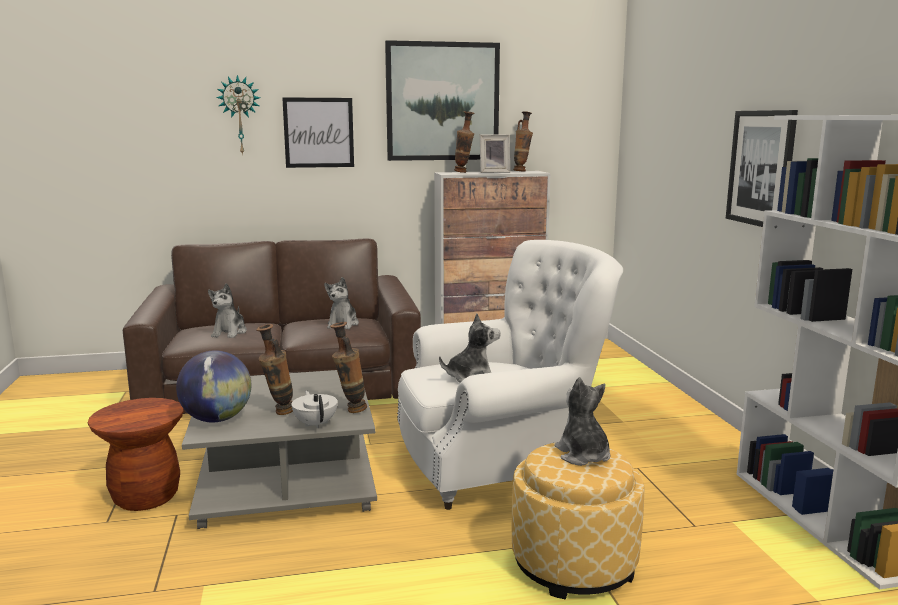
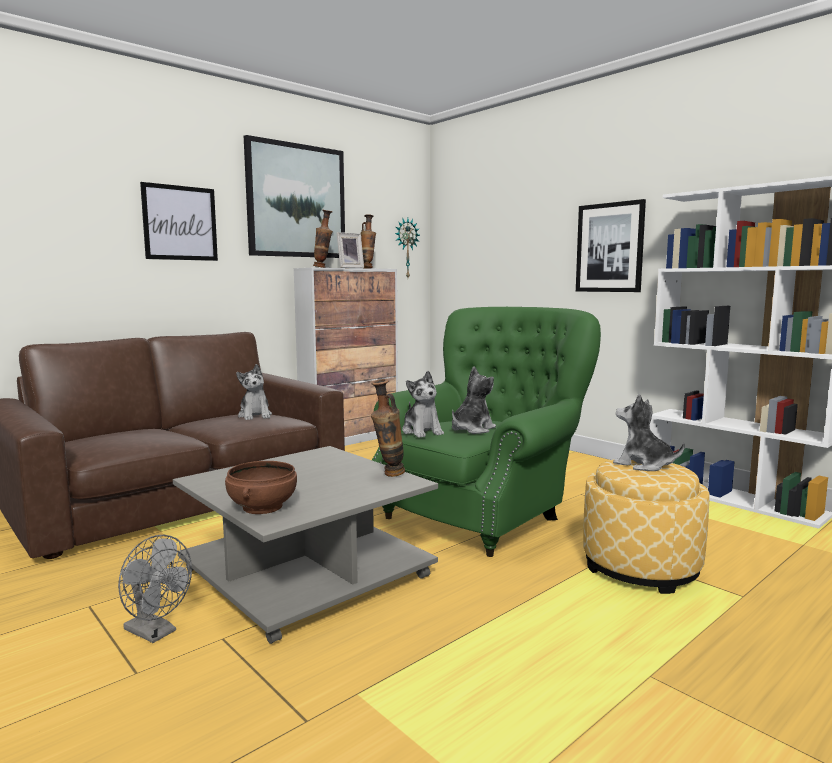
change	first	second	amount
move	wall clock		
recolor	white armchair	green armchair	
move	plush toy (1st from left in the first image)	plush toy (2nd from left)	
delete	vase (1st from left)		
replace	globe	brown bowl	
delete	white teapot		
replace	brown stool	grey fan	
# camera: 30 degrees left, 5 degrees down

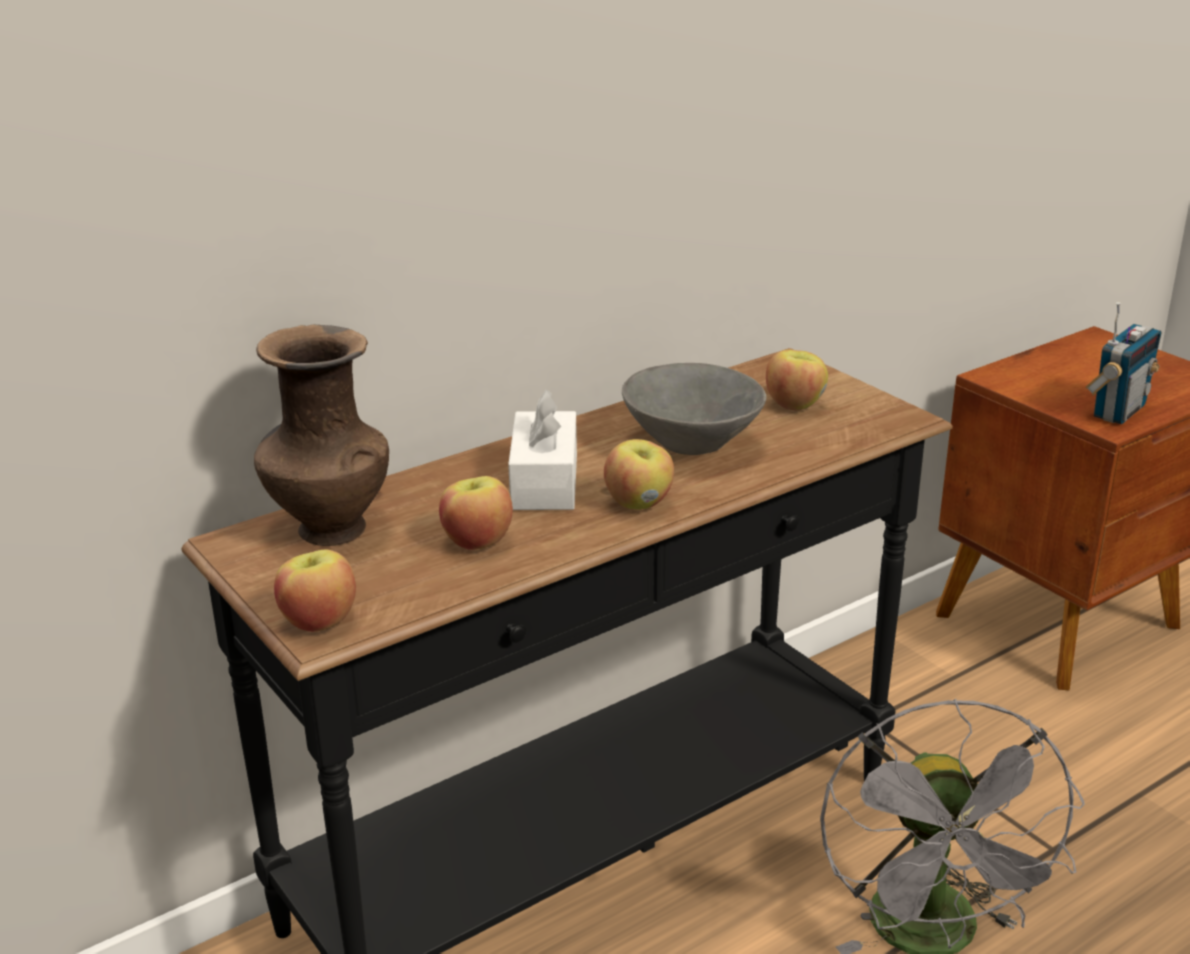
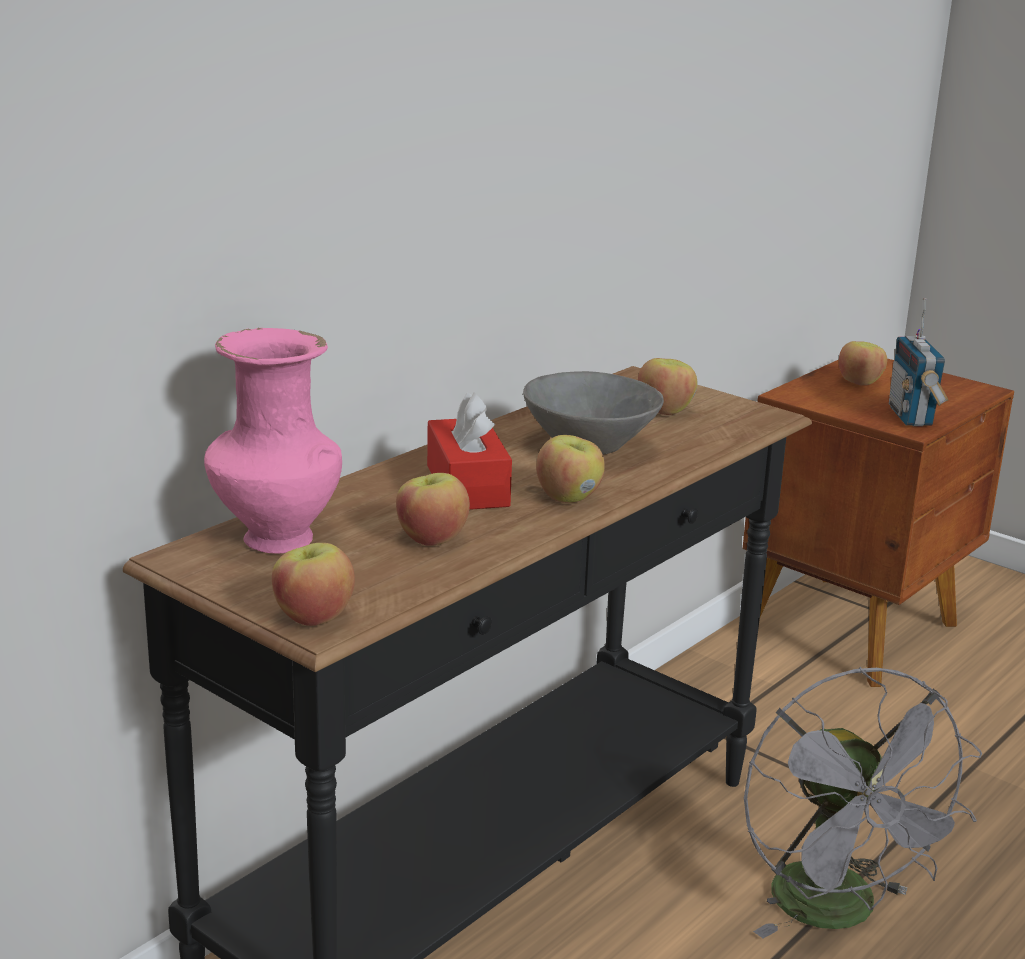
change	first	second	amount
rotate	radio		150 degrees clockwise
recolor	brown vase	pink vase	
recolor	white tissue box	red tissue box	
insert		apple (5th from left)	
# camera: 15 degrees left, 5 degrees down

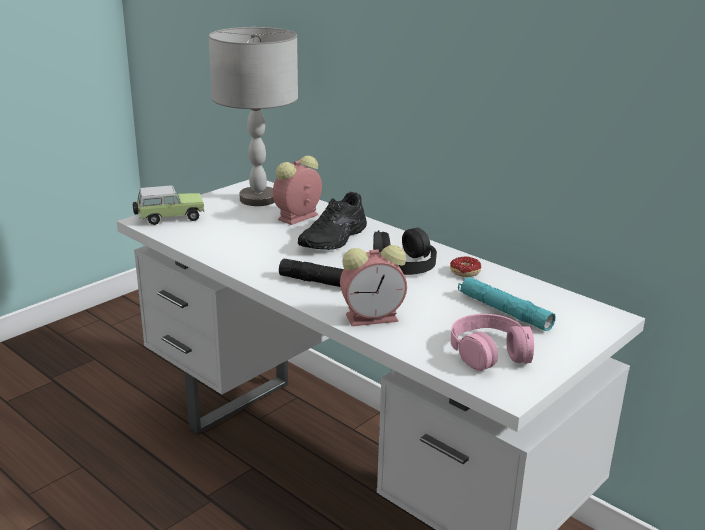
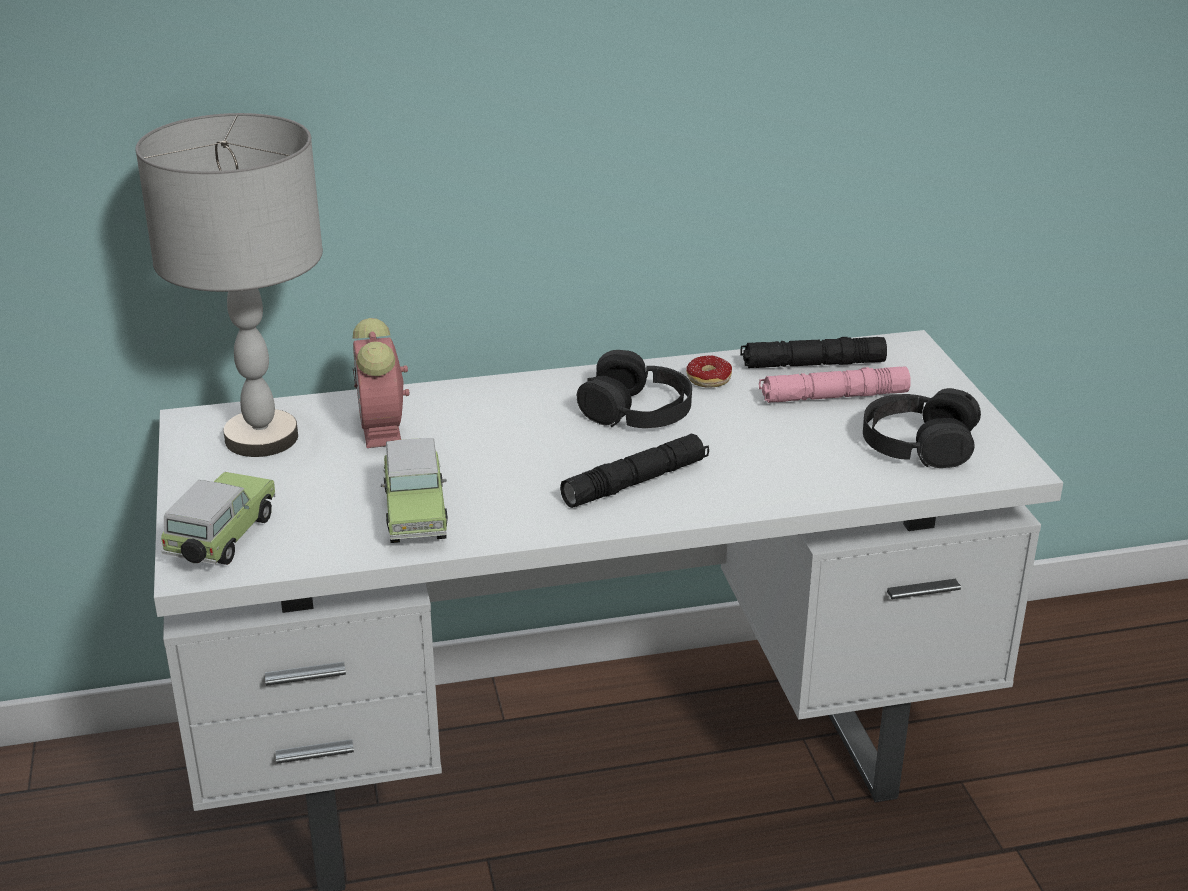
change	first	second	amount
delete	black shoe		
delete	alarm clock (2nd from left)		
recolor	turquoise flashlight	pink flashlight	
recolor	pink headphones	black headphones (2nd from left)	
insert		black flashlight (2nd from left)	
insert		toy car (2nd from left)	
# camera: 55 degrees left, 5 degrees up

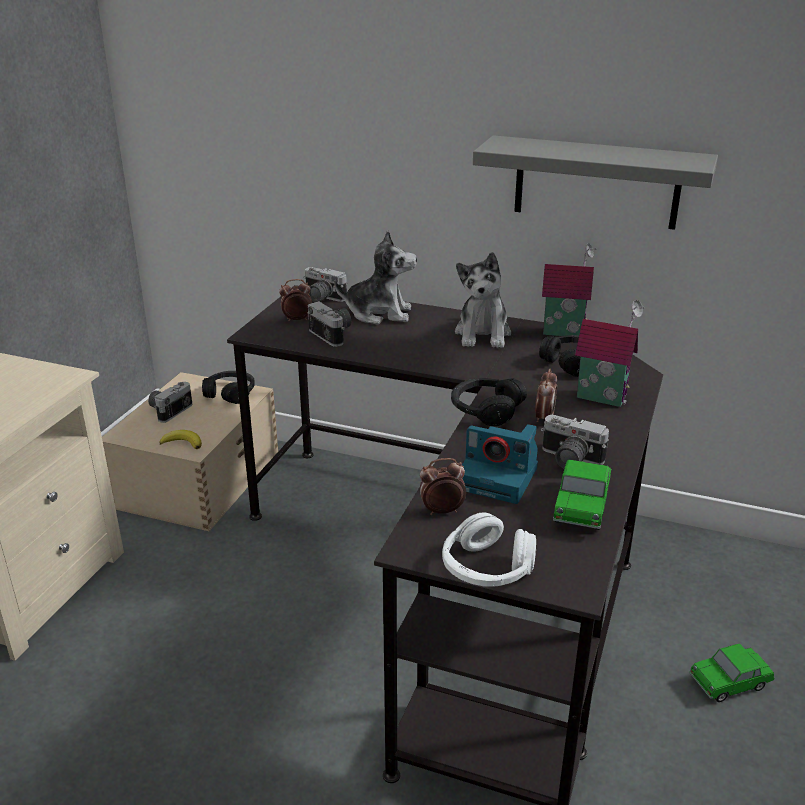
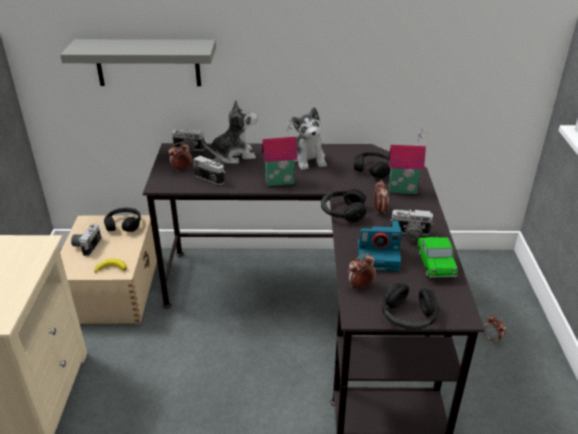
change	first	second	amount
move	grey shelf		
move	toy house (1st from left)		
recolor	white headphones	black headphones (4th from left)	
replace	toy car (2nd from left)	alarm clock (4th from left)	
# camera: 20 degrees left, 5 degrees up

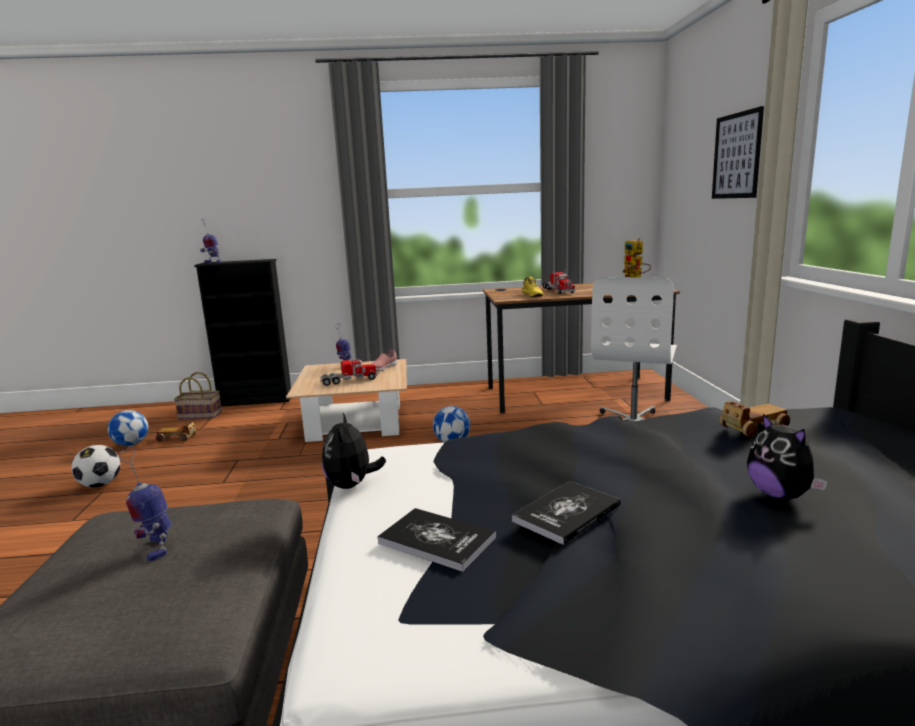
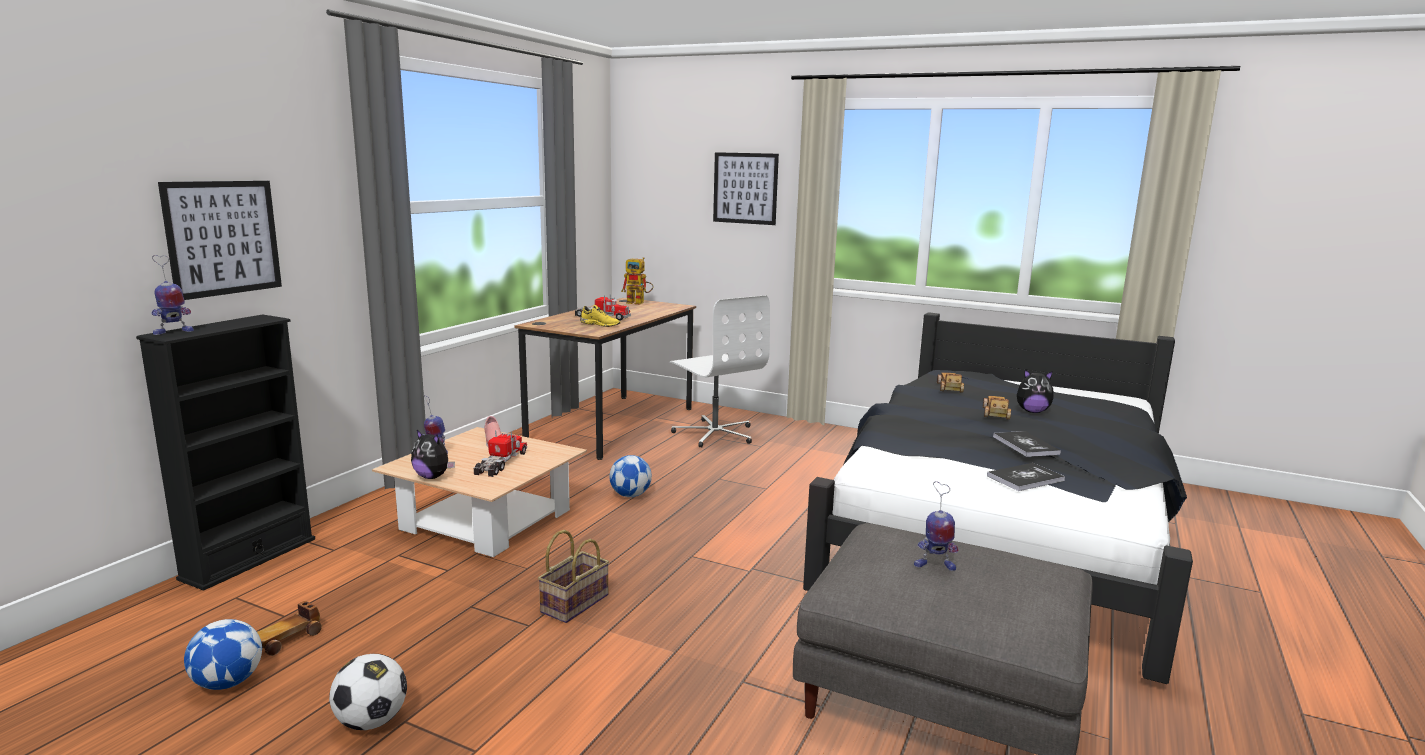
change	first	second	amount
move	basket		
move	plush toy (1st from left)		
insert		picture (1st from left)	
insert		toy car (3rd from left)	
# camera: 60 degrees left, 0 degrees up

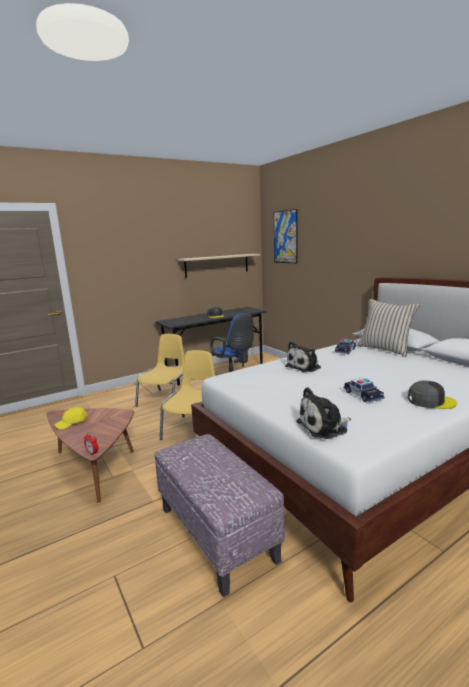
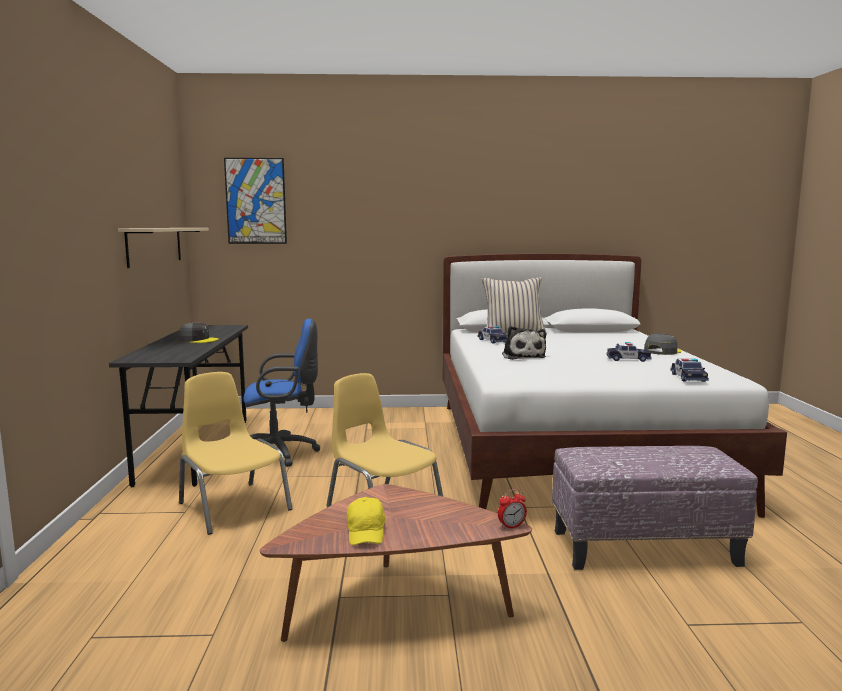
change	first	second	amount
replace	plush toy (2nd from left)	toy car (3rd from left)	
# camera: 60 degrees left, 5 degrees down

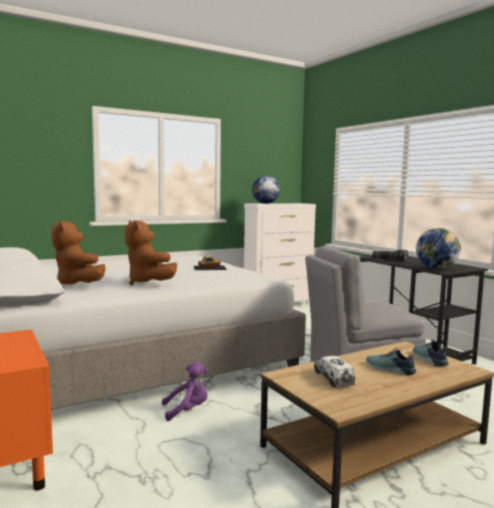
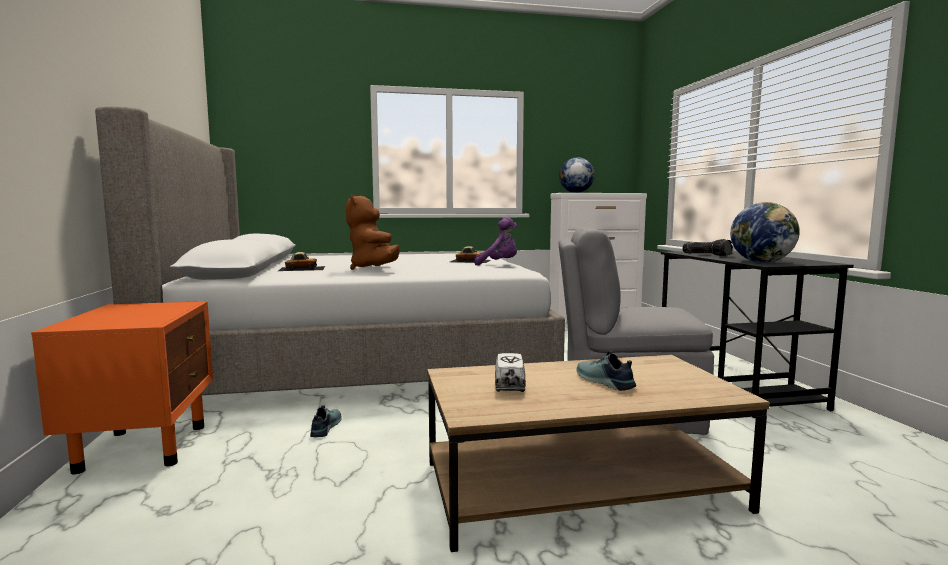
change	first	second	amount
replace	brown plush toy (1st from left)	toy car (1st from left)	
move	shoe (2nd from left in the first image)	shoe (1st from left)	
move	purple plush toy		
# camera: 20 degrees right, 0 degrees up

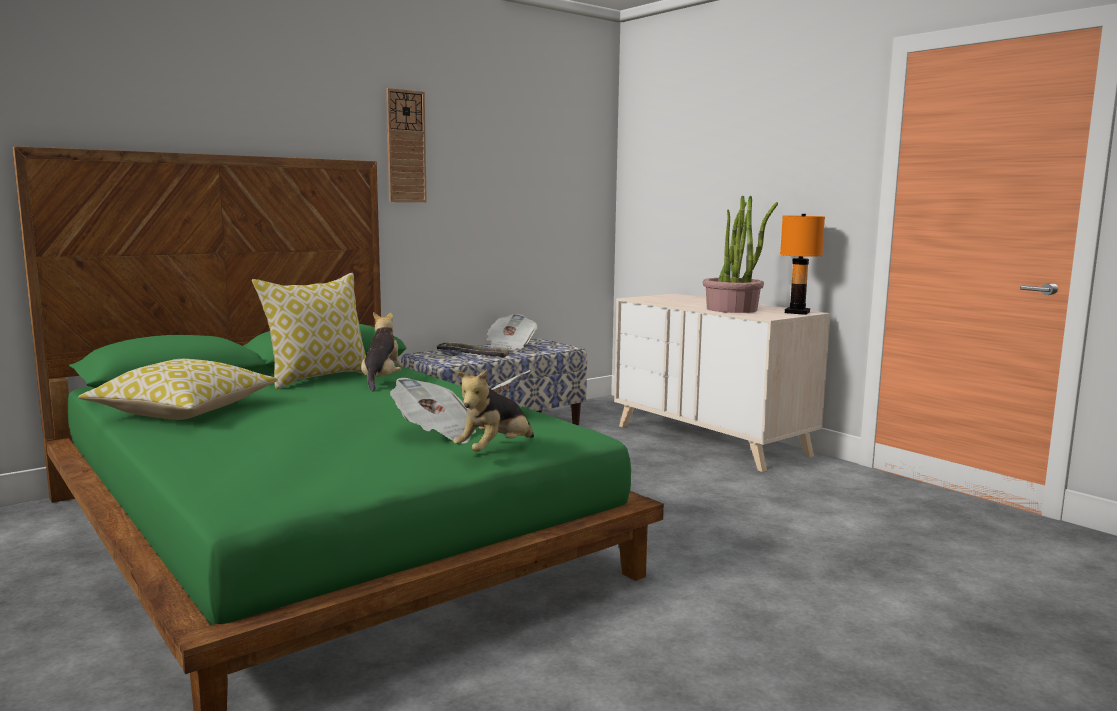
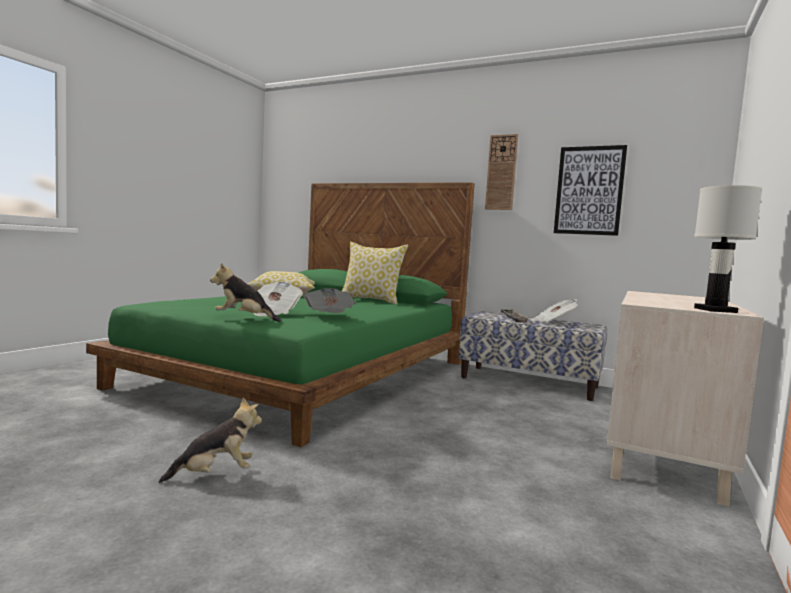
change	first	second	amount
delete	potted plant		
recolor	orange table lamp	white table lamp	
move	plush toy (1st from left)		
insert		picture	
# camera: 65 degrees right, 5 degrees down

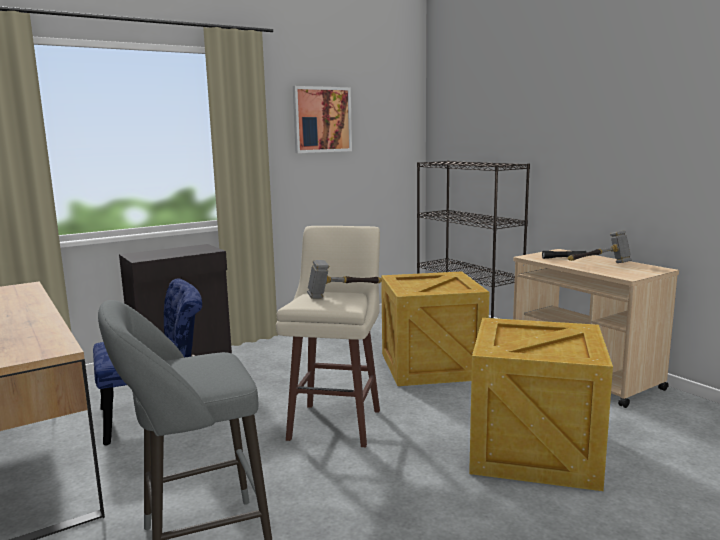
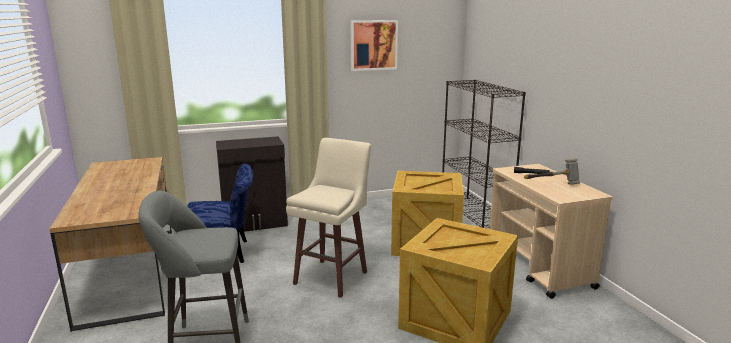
change	first	second	amount
delete	hammer (1st from left)		
# camera: 15 degrees right, 5 degrees up

